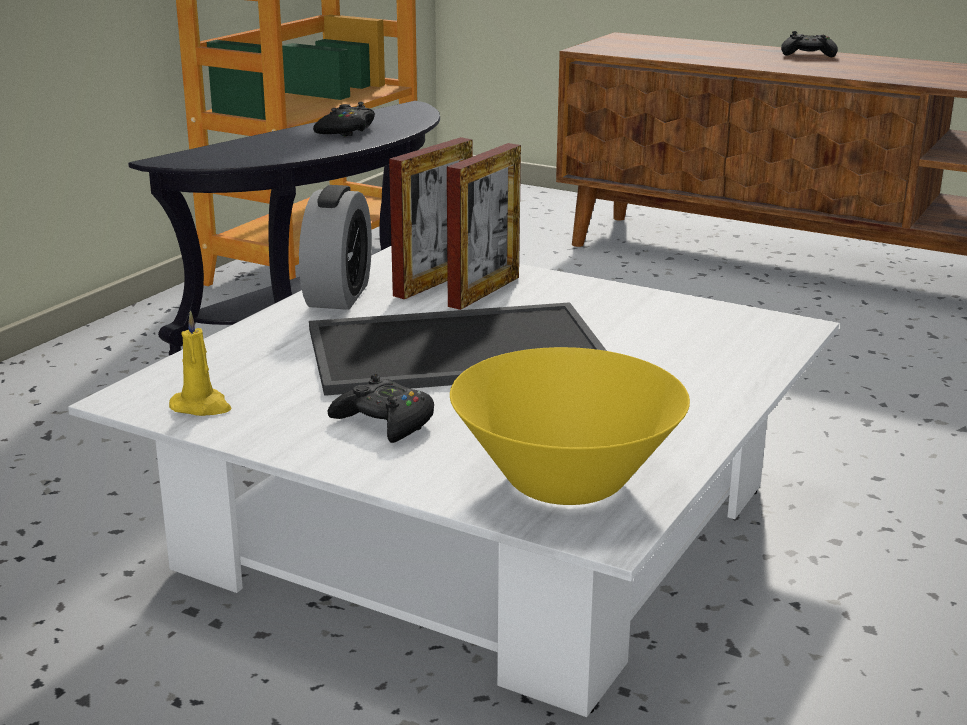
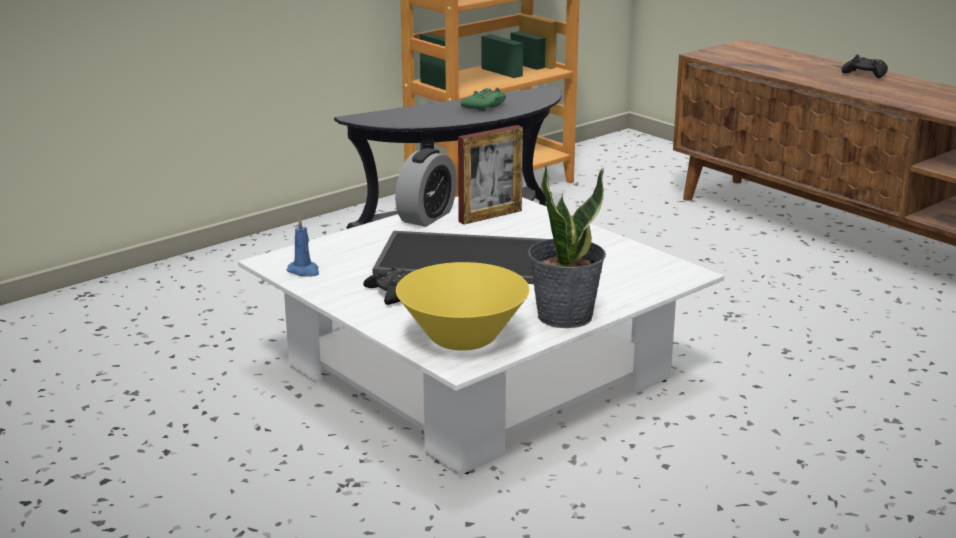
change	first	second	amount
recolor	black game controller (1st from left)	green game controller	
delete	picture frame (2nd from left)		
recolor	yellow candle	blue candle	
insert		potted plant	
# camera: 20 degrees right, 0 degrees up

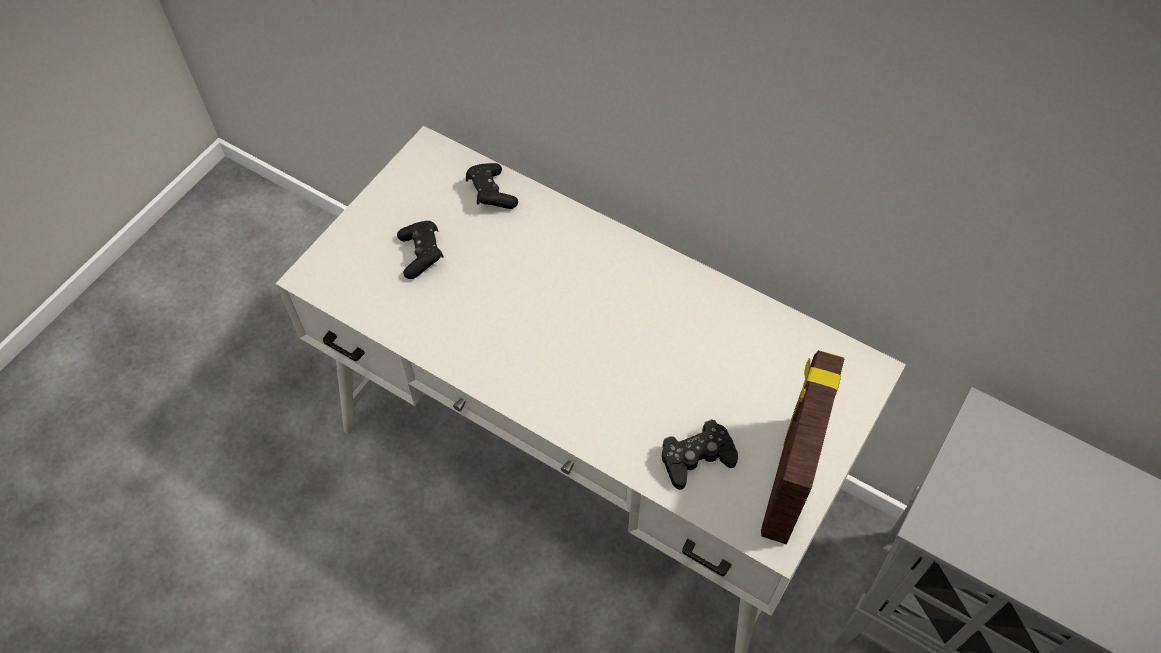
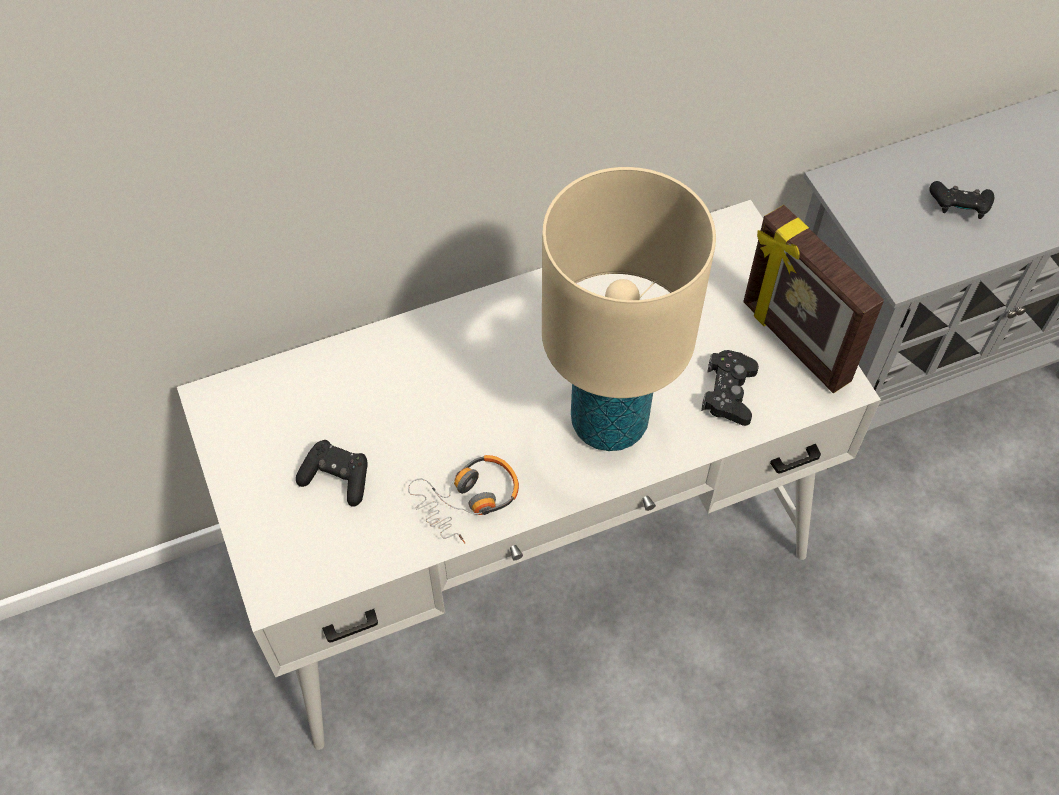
change	first	second	amount
move	black game controller (2nd from left in the first image)	black game controller (3rd from left)	
insert		beige table lamp	
insert		headphones	
# camera: 55 degrees left, 0 degrees up

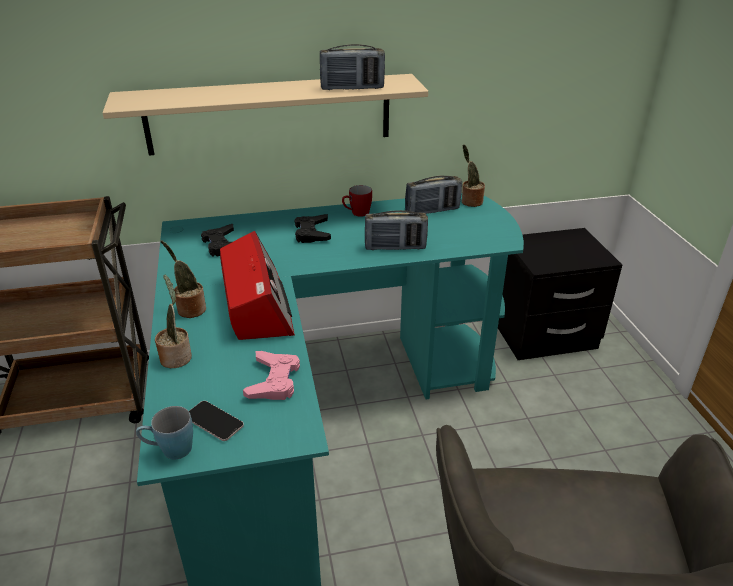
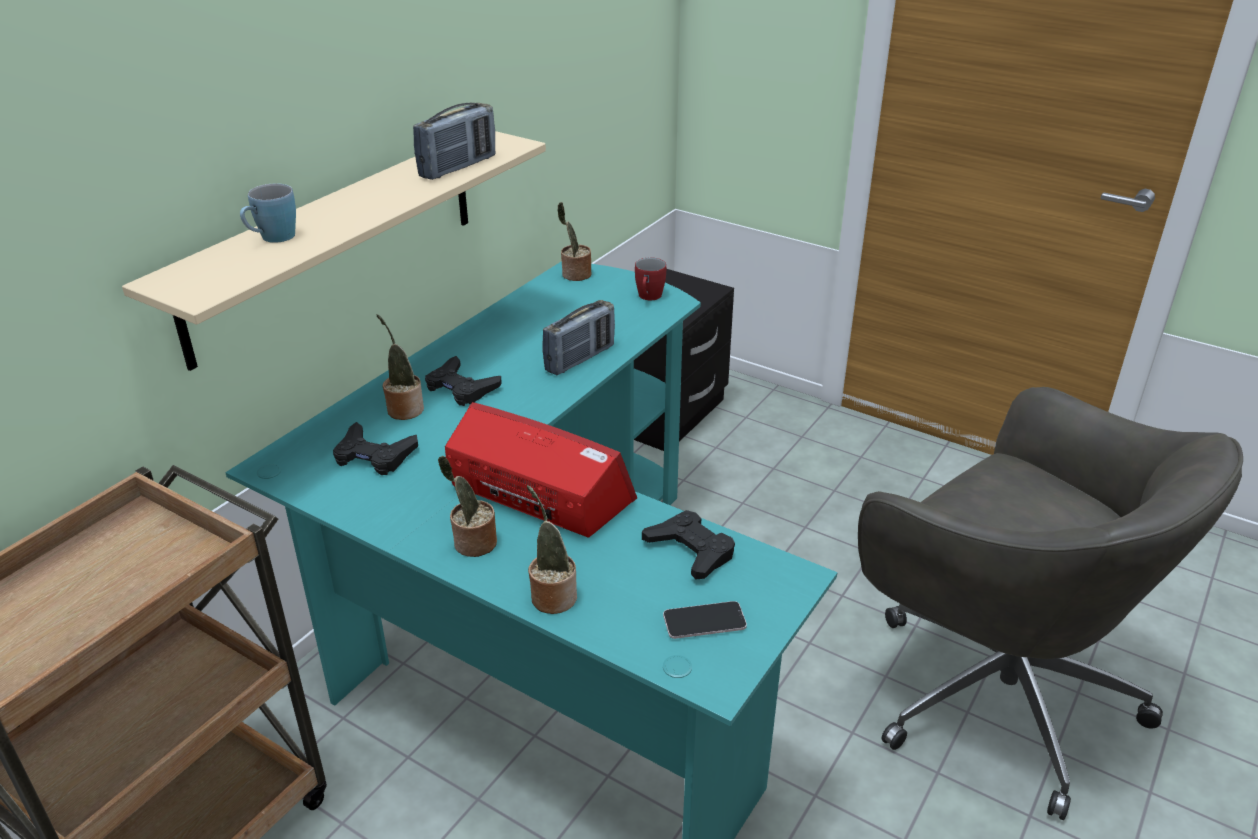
change	first	second	amount
delete	radio (4th from left)		
move	red mug		
recolor	pink game controller	black game controller (3rd from left)	
move	blue mug		
insert		potted plant (1st from left)	
# camera: 45 degrees left, 0 degrees up

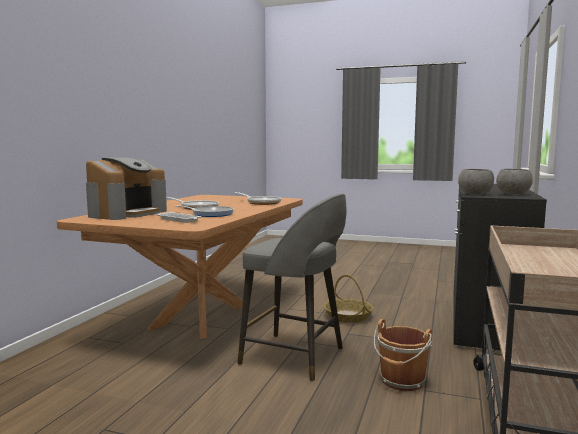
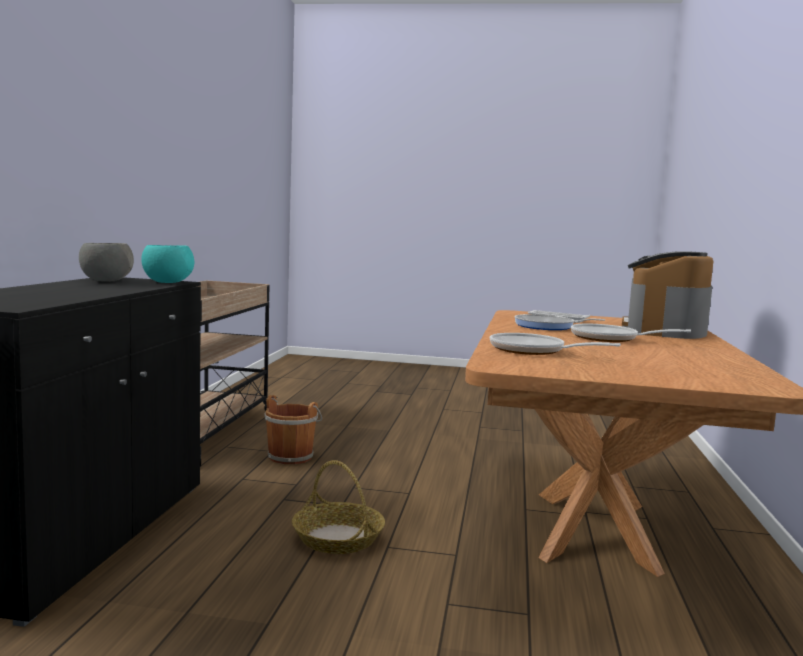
change	first	second	amount
recolor	grey bowl (1st from left)	turquoise bowl	
delete	grey stool		
# camera: 170 degrees right, 0 degrees up

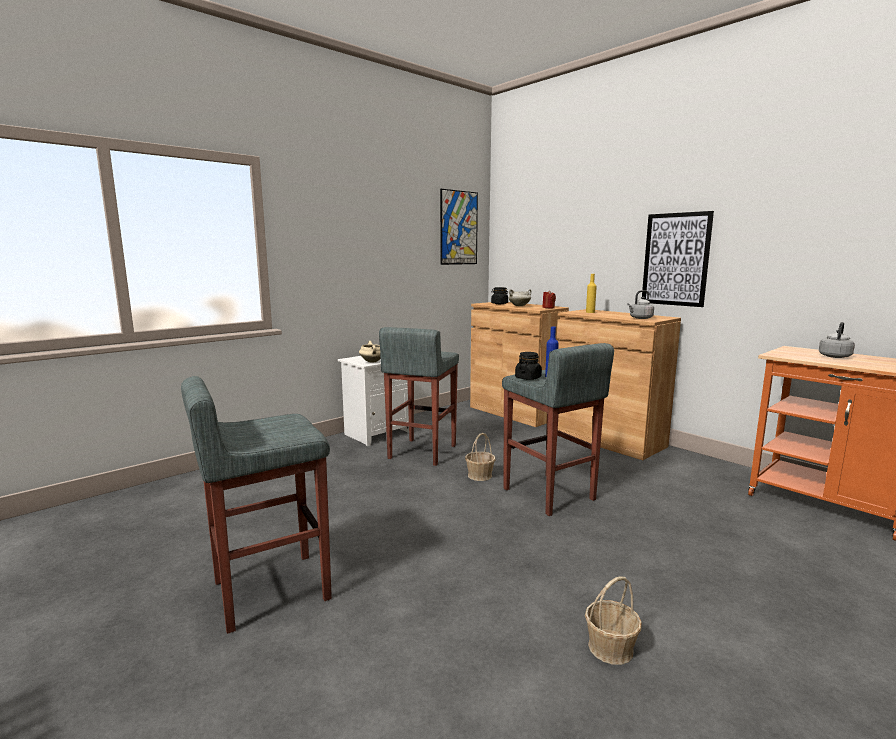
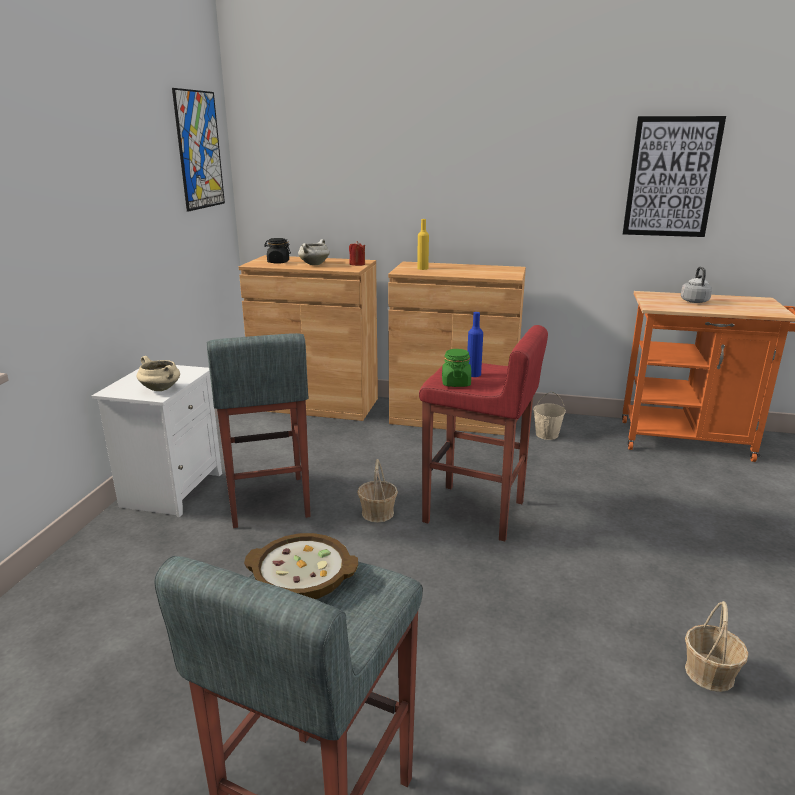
change	first	second	amount
move	picture (2nd from left)		
delete	grey kettle (1st from left)		
recolor	grey stool (3rd from left)	red stool	
recolor	black jar (2nd from left)	green jar	
insert		beige bucket	
insert		bowl	
# camera: 35 degrees left, 10 degrees up

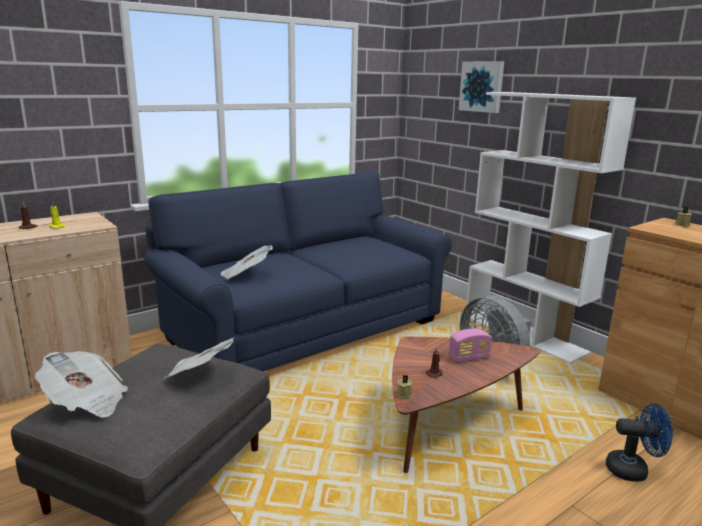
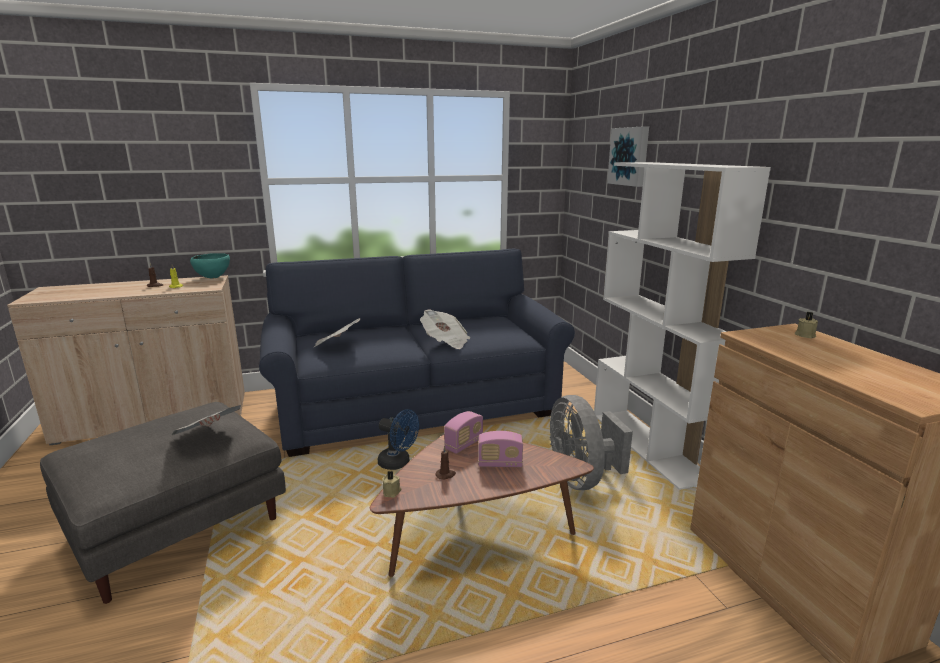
change	first	second	amount
move	newspaper (1st from left in the first image)	newspaper (3rd from left)	
move	blue fan		
insert		turquoise bowl	
insert		radio (1st from left)	
# camera: 20 degrees right, 0 degrees up

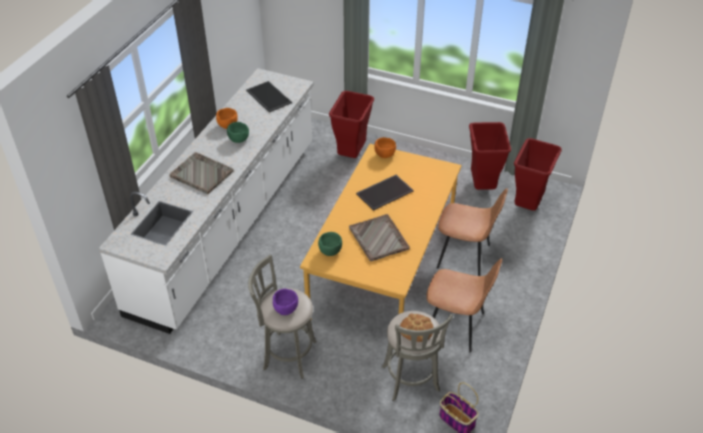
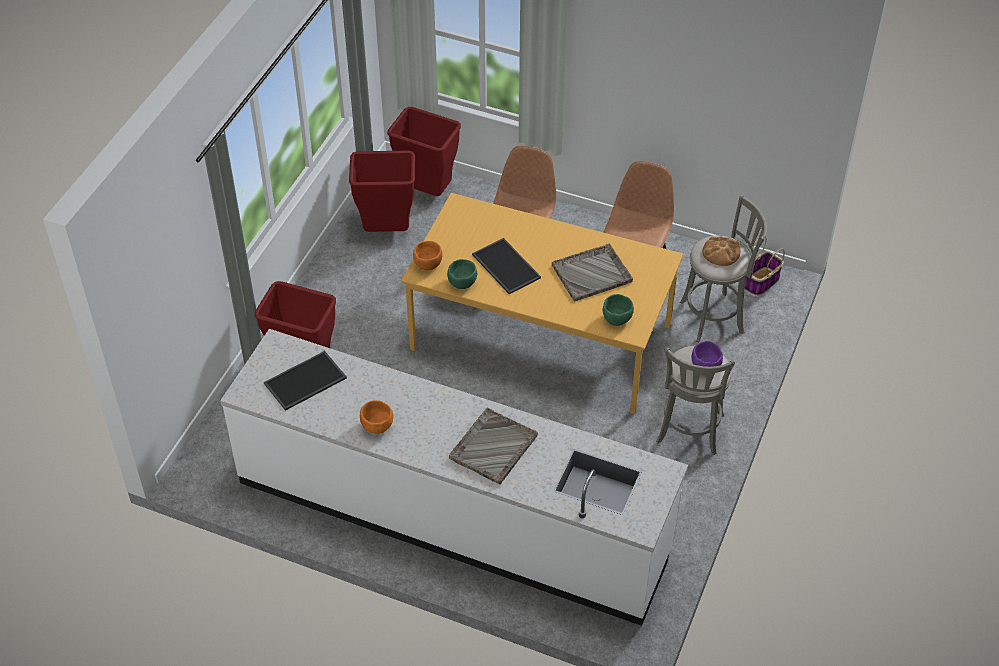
change	first	second	amount
move	green bowl (1st from left)		
# camera: 90 degrees left, 5 degrees up

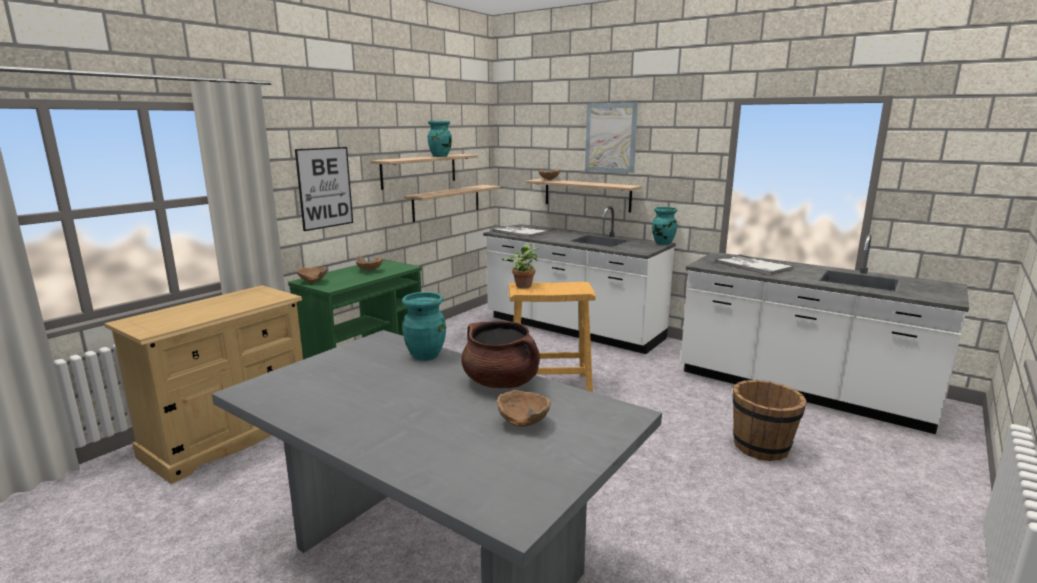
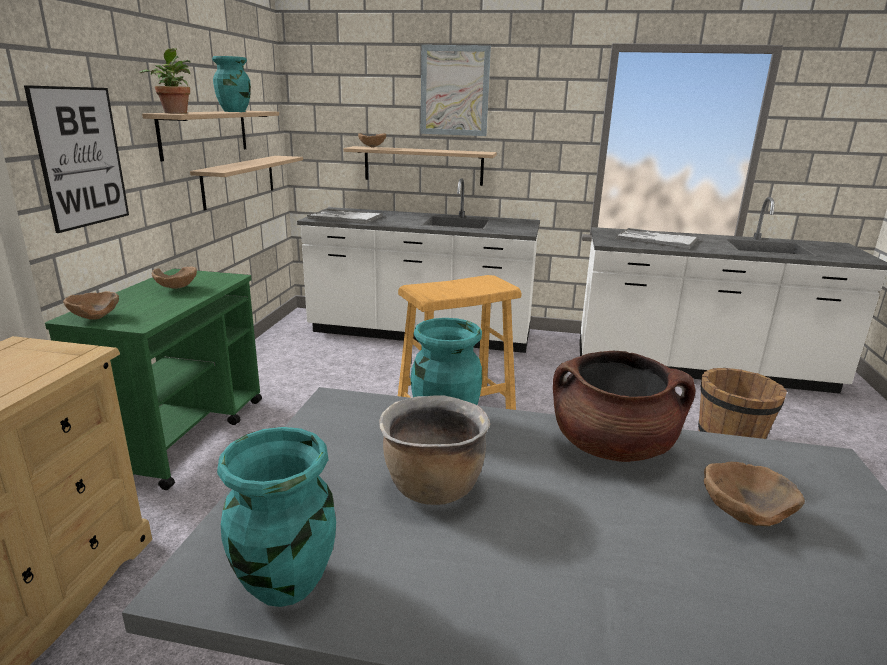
change	first	second	amount
move	turquoise vase (3rd from left in the first image)	turquoise vase (2nd from left)	
move	potted plant		
insert		brown cooking pot (1st from left)	
# camera: 25 degrees left, 5 degrees up

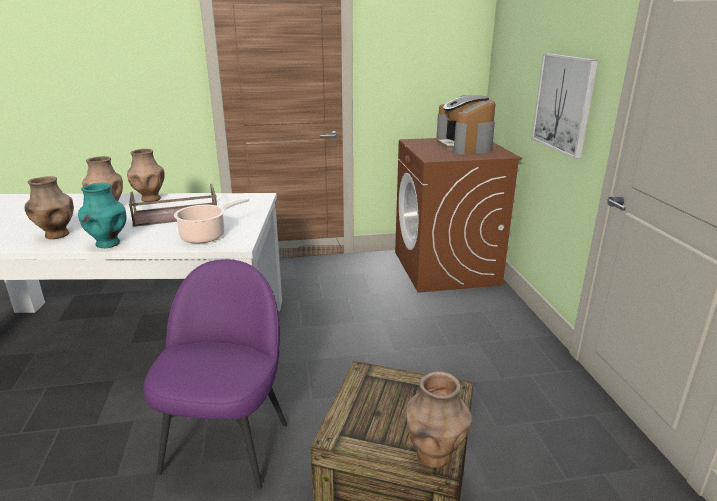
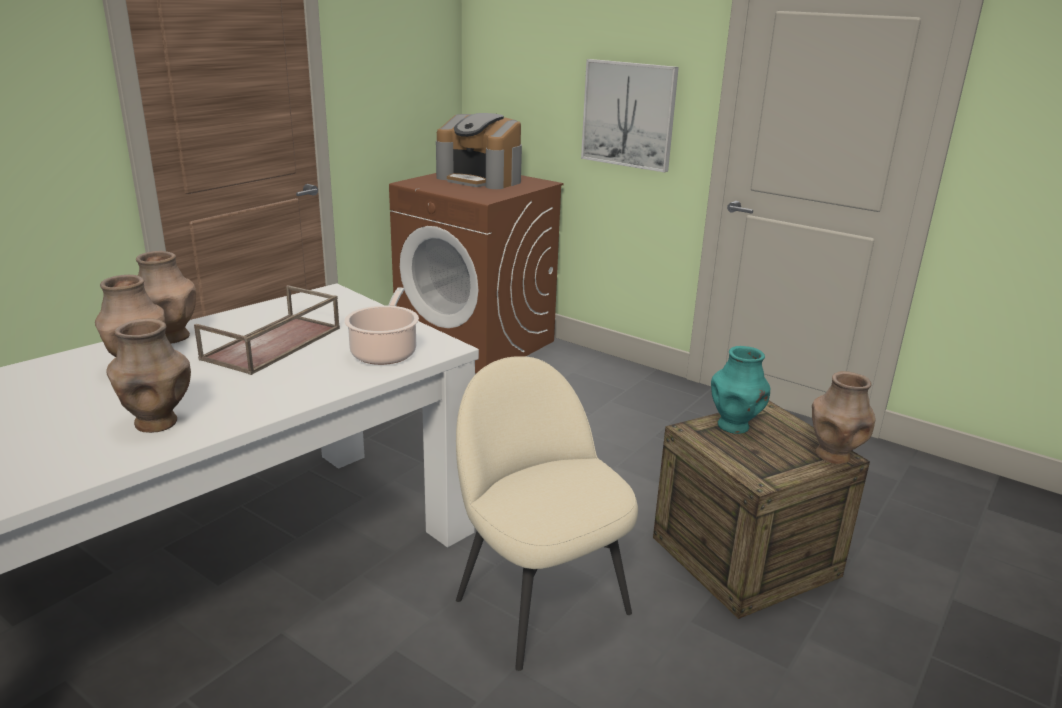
change	first	second	amount
move	turquoise vase		
recolor	purple chair	beige chair	
# camera: 45 degrees left, 0 degrees up

